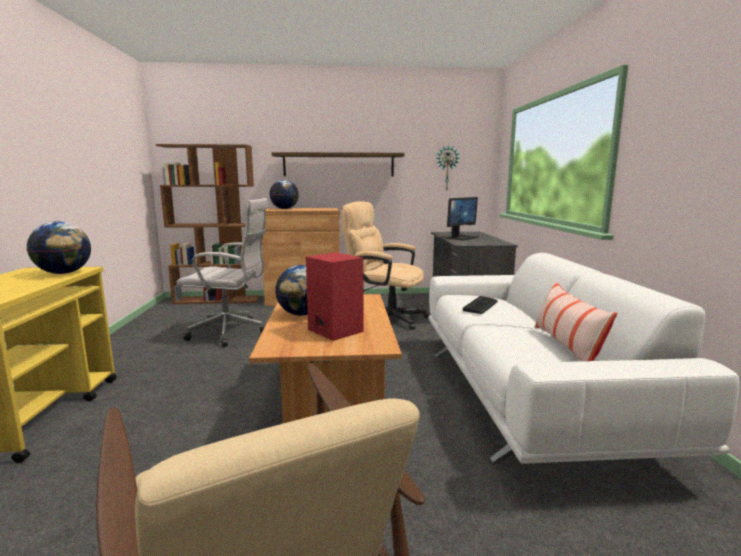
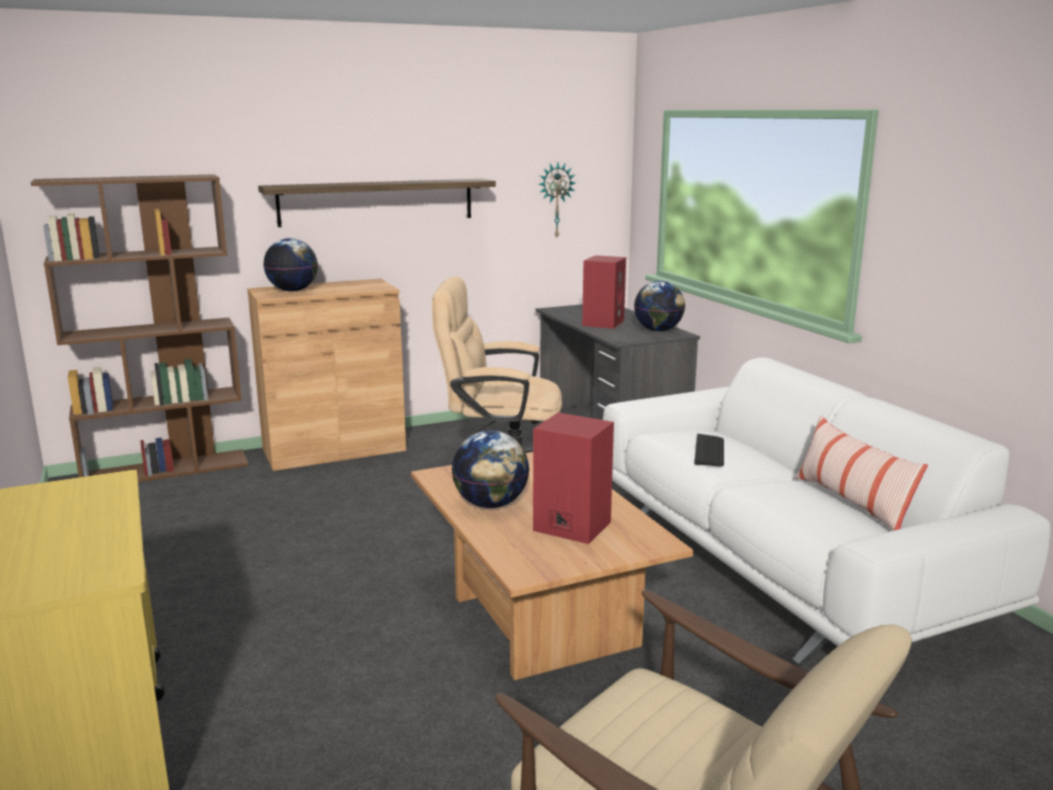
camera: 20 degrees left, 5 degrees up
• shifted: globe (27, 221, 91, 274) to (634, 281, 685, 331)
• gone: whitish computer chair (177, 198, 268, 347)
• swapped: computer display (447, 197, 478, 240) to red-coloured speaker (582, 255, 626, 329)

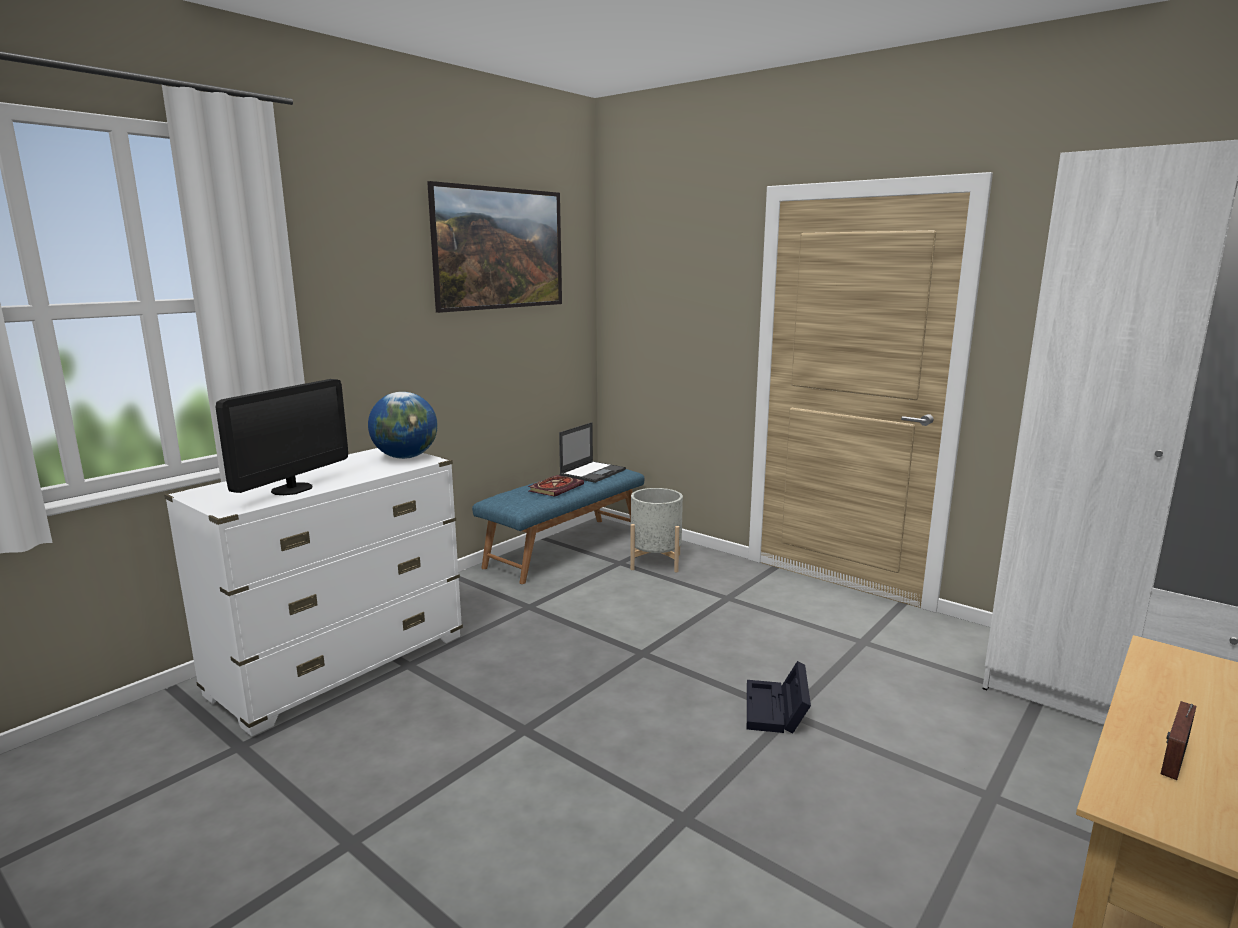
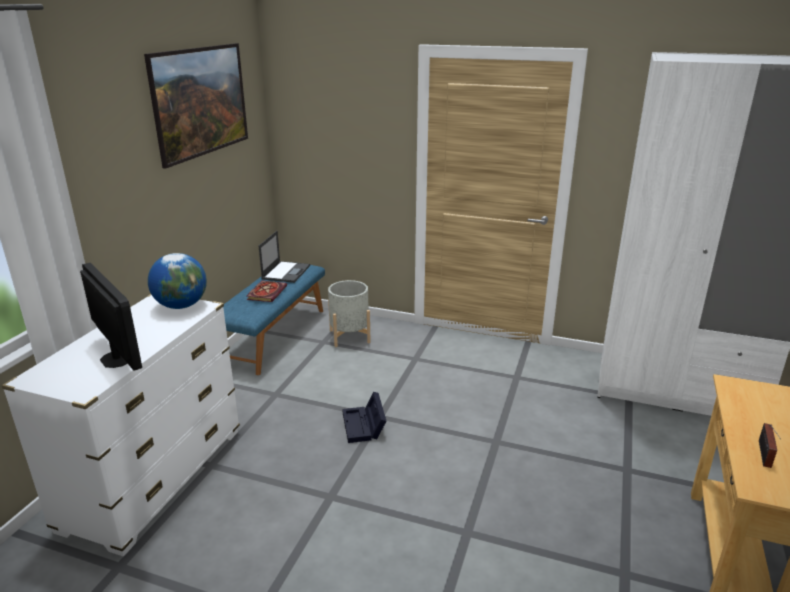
camera: 20 degrees left, 10 degrees up
• rotated: computer display (215, 379, 348, 495) = (80, 263, 142, 371) 45 degrees counterclockwise
• shifted: black storage box (747, 661, 811, 734) to (342, 392, 386, 443)

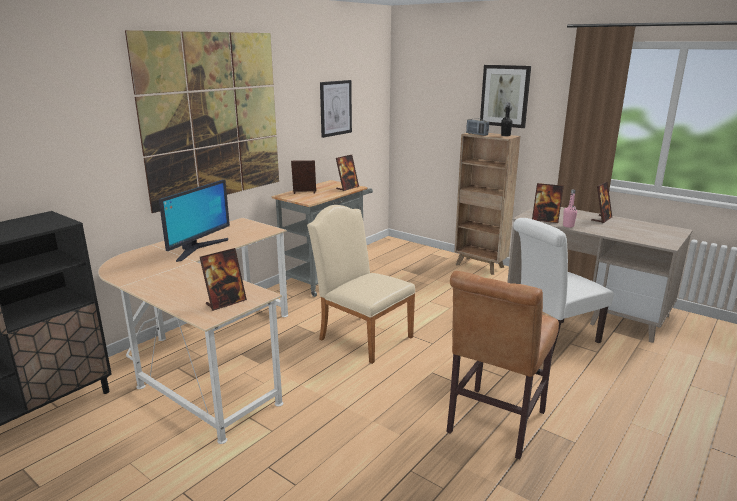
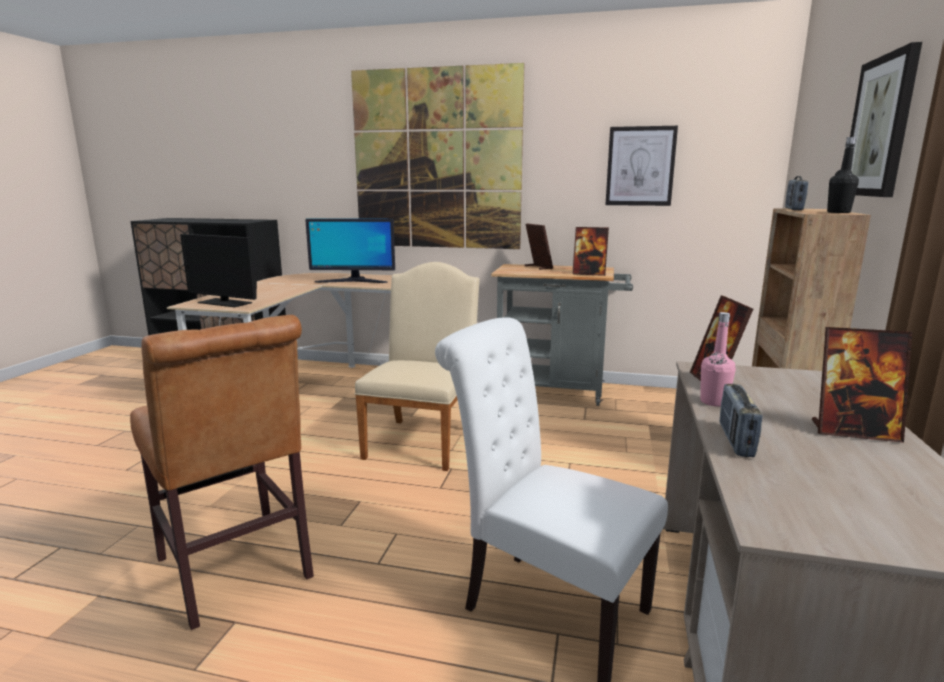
camera: 65 degrees right, 5 degrees down
• swapped: picture frame (200, 248, 247, 311) to computer display (180, 234, 257, 307)
• rotated: brown-coloured chair (447, 271, 559, 459) = (130, 315, 314, 630) 135 degrees counterclockwise
• new: radio set (720, 384, 762, 457)

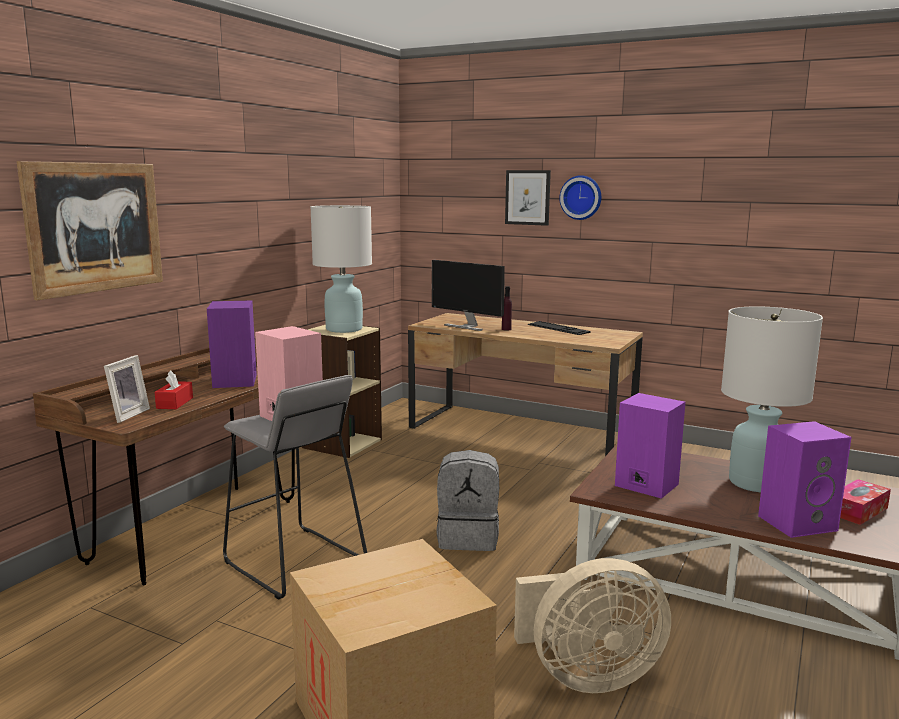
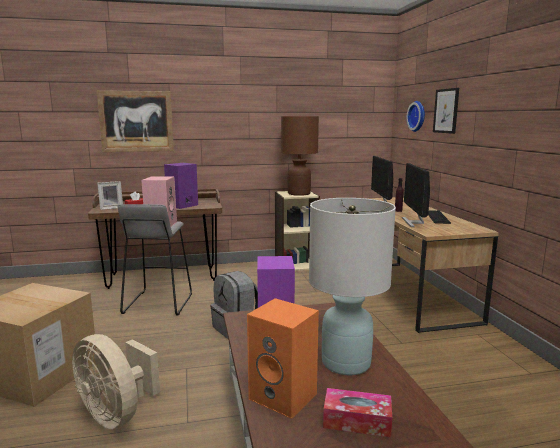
camera: 50 degrees right, 0 degrees up
• repainted: whitish tabletop lamp (310, 205, 372, 333) to brown-coloured tabletop lamp (281, 116, 319, 196)
• shifted: wall clock (559, 175, 601, 220) to (406, 101, 425, 132)
• repainted: purple speaker (758, 421, 851, 538) to orange speaker (247, 298, 319, 419)
• new: computer display (402, 163, 430, 227)

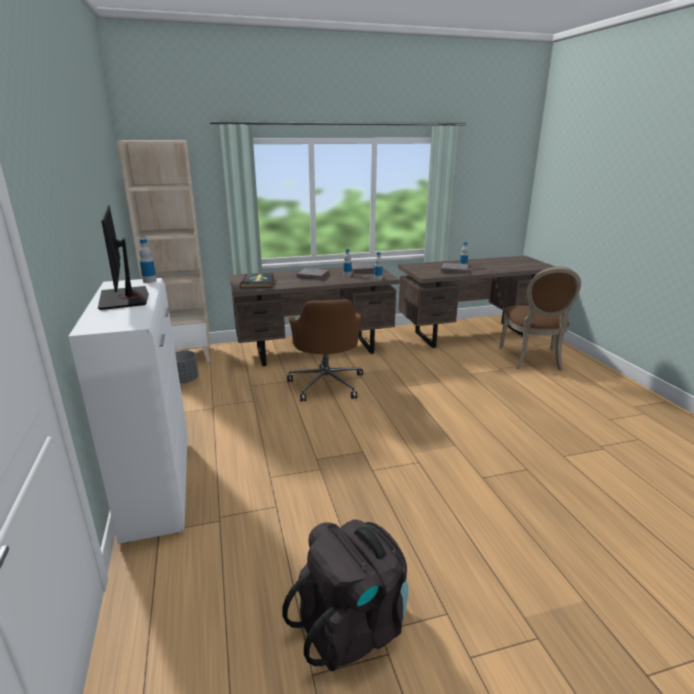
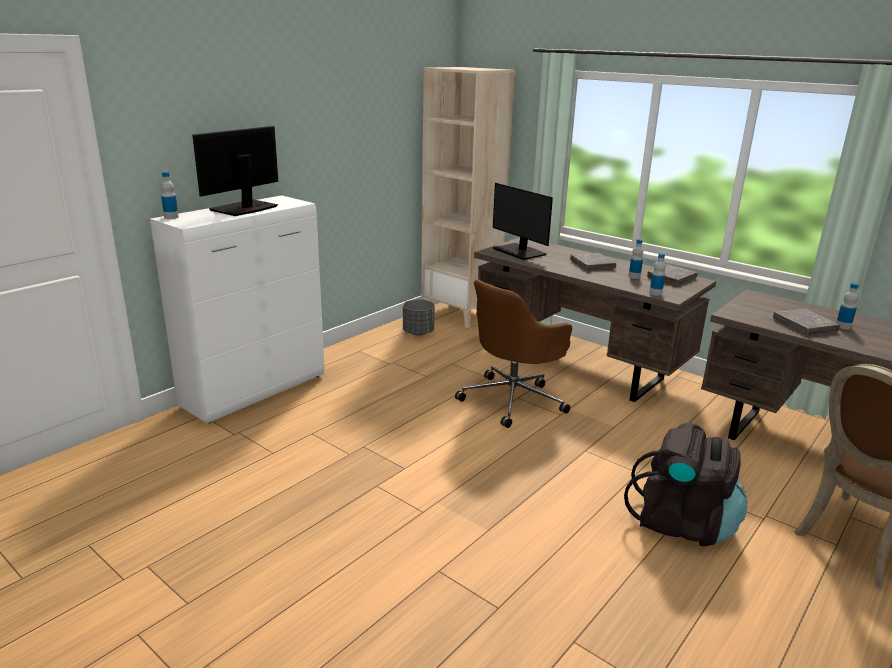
camera: 55 degrees right, 0 degrees up
• shifted: drink bottle (139, 238, 157, 283) to (161, 172, 179, 219)
• swapped: bound book (240, 273, 274, 288) to computer display (493, 183, 553, 260)
• shifted: black backpack (282, 519, 408, 671) to (624, 423, 748, 546)

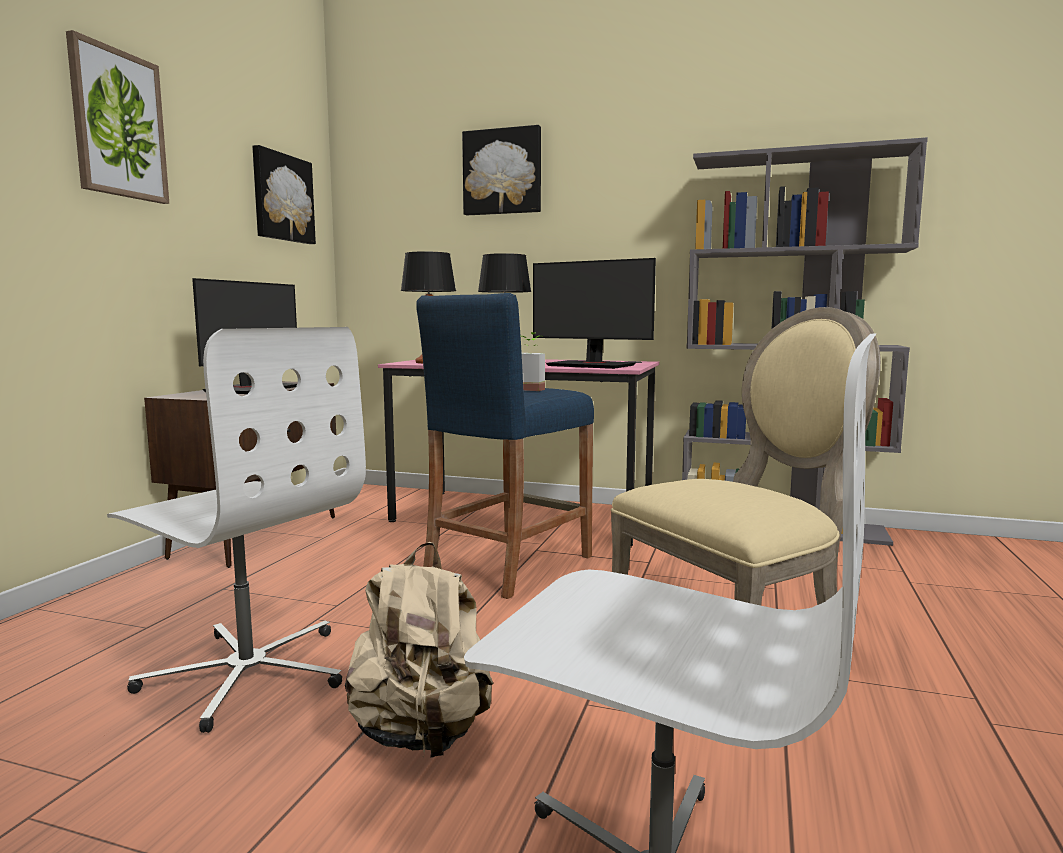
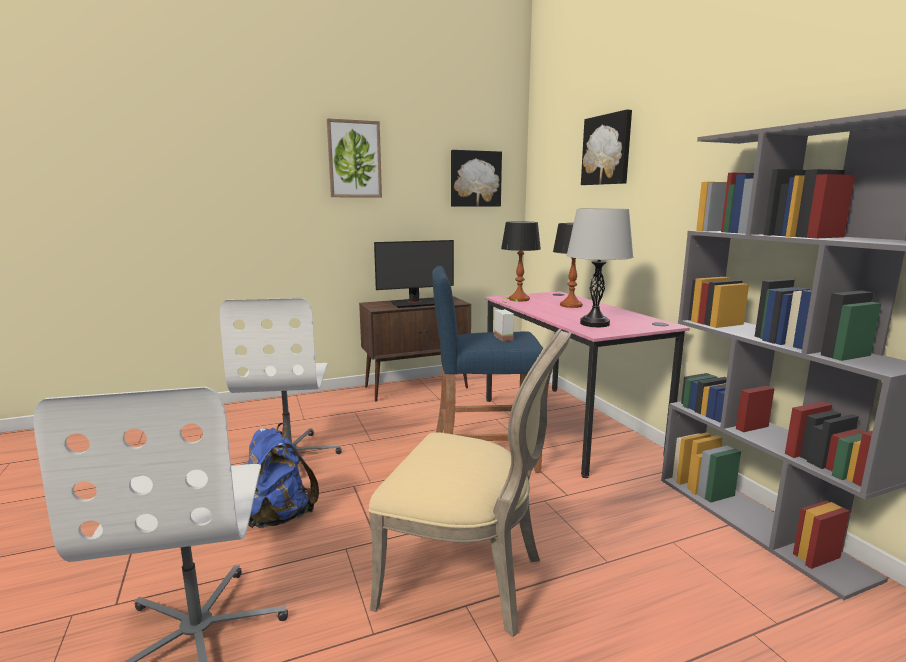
camera: 50 degrees right, 5 degrees up
• repainted: beige backpack (345, 542, 493, 758) to blue backpack (248, 423, 319, 528)
• swapped: computer display (533, 258, 656, 369) to greyish tabletop lamp (566, 208, 633, 327)

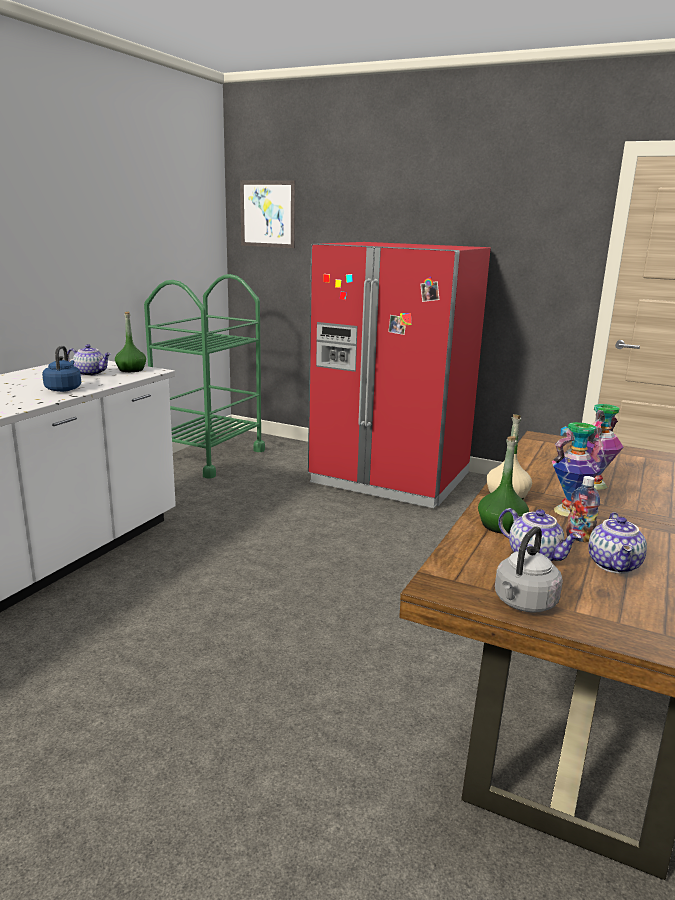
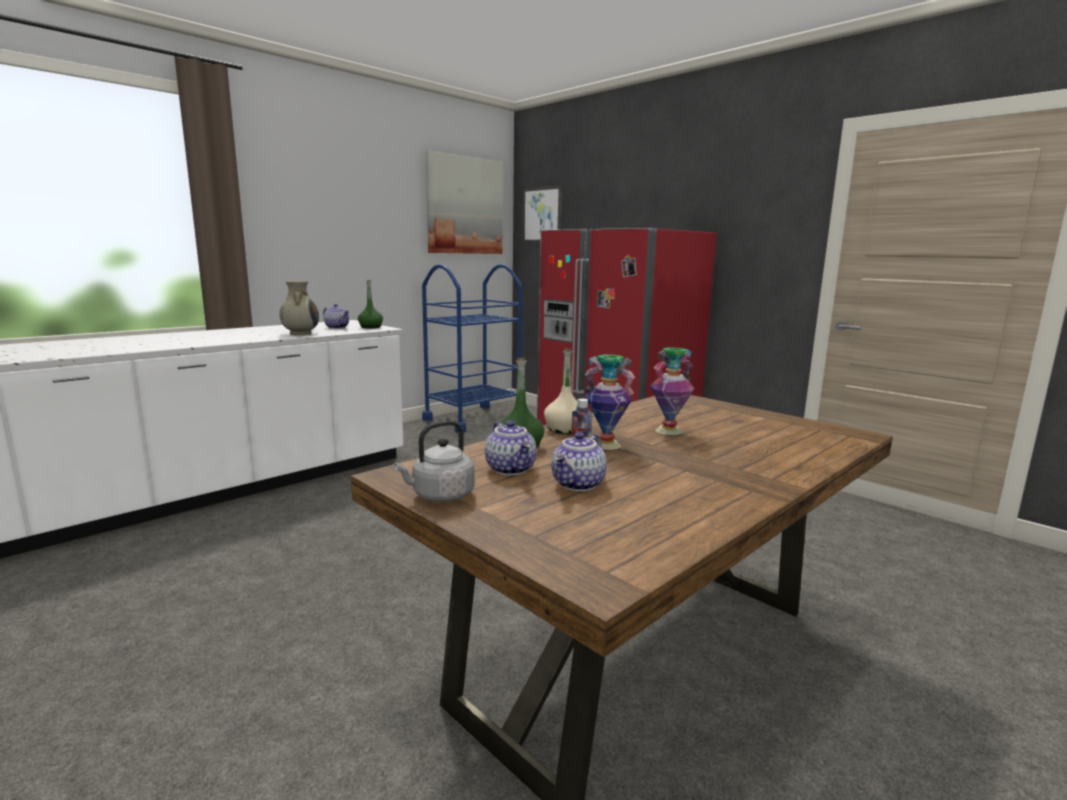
camera: 20 degrees right, 5 degrees down
• swapped: blue water kettle (42, 346, 81, 392) to beige flower vase (279, 281, 319, 335)
• repainted: green cart (144, 274, 265, 479) to blue cart (422, 264, 522, 433)
• new: picture (426, 151, 503, 254)

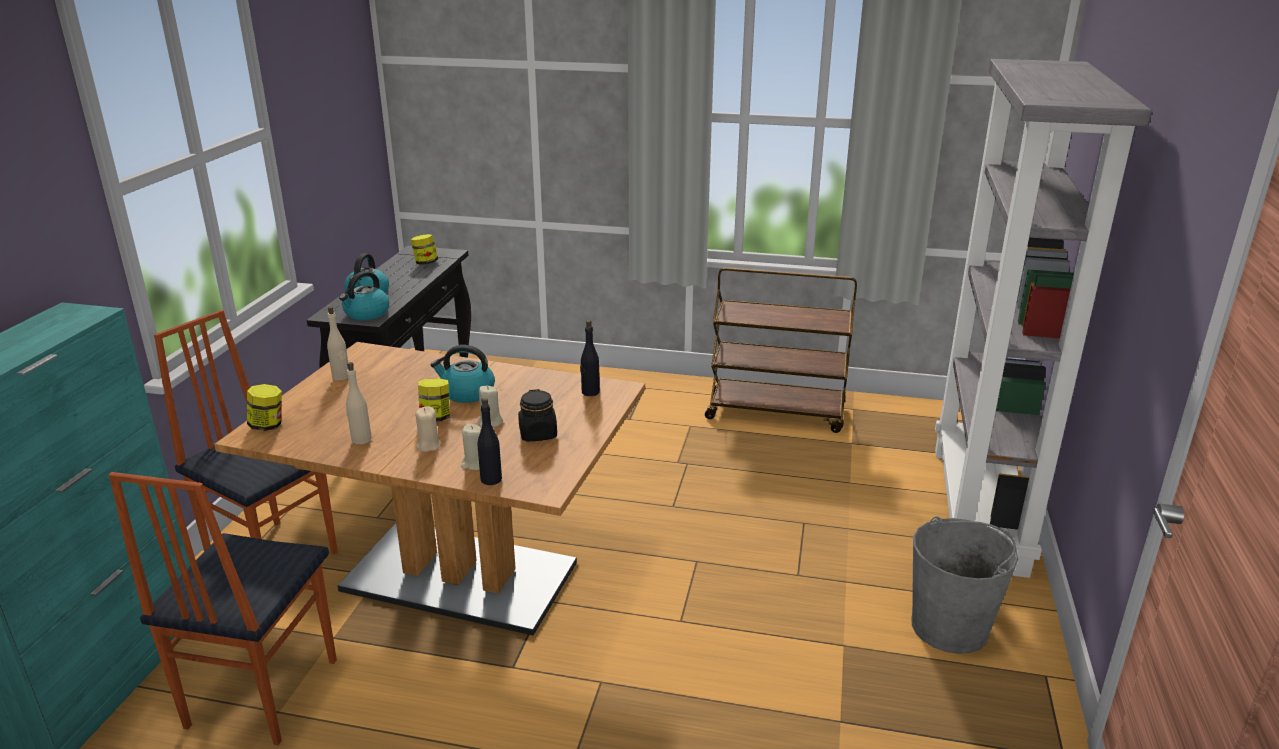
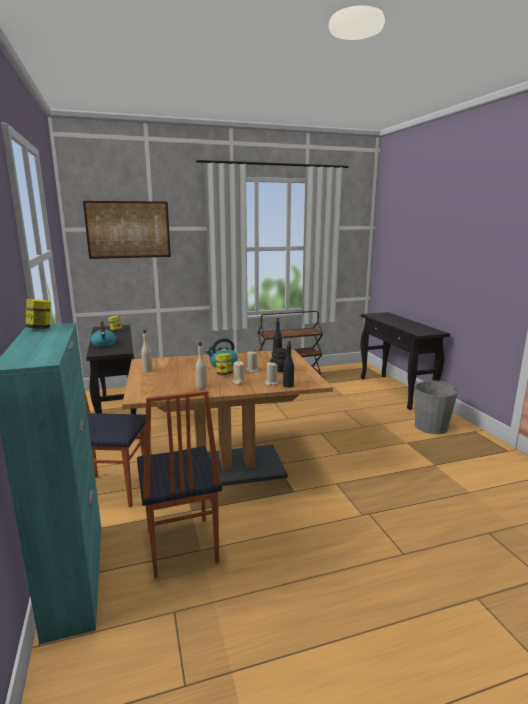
camera: 30 degrees left, 10 degrees down
• shifted: preserve jar (247, 384, 282, 431) to (26, 299, 51, 329)
• gone: water kettle (339, 271, 389, 320)
• swapped: greyish shelving unit (935, 59, 1152, 578) to black hall table (361, 312, 450, 410)
• new: picture (83, 201, 171, 259)

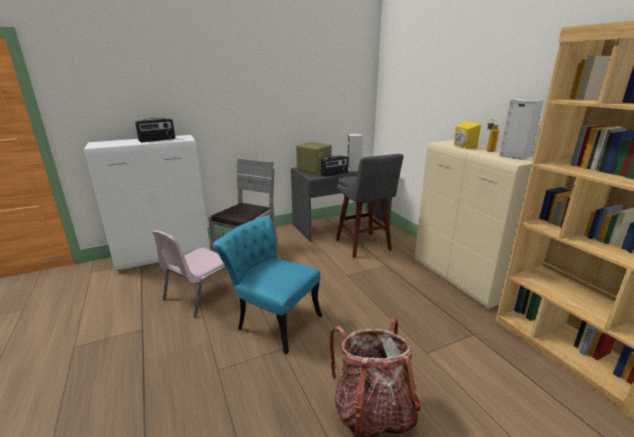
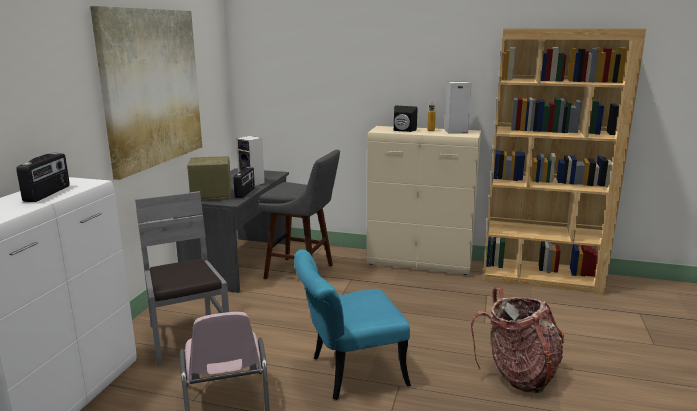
camera: 50 degrees left, 5 degrees down
• repainted: yellowish speaker (454, 121, 481, 149) to black speaker (394, 105, 418, 132)
• new: picture (90, 6, 202, 180)

